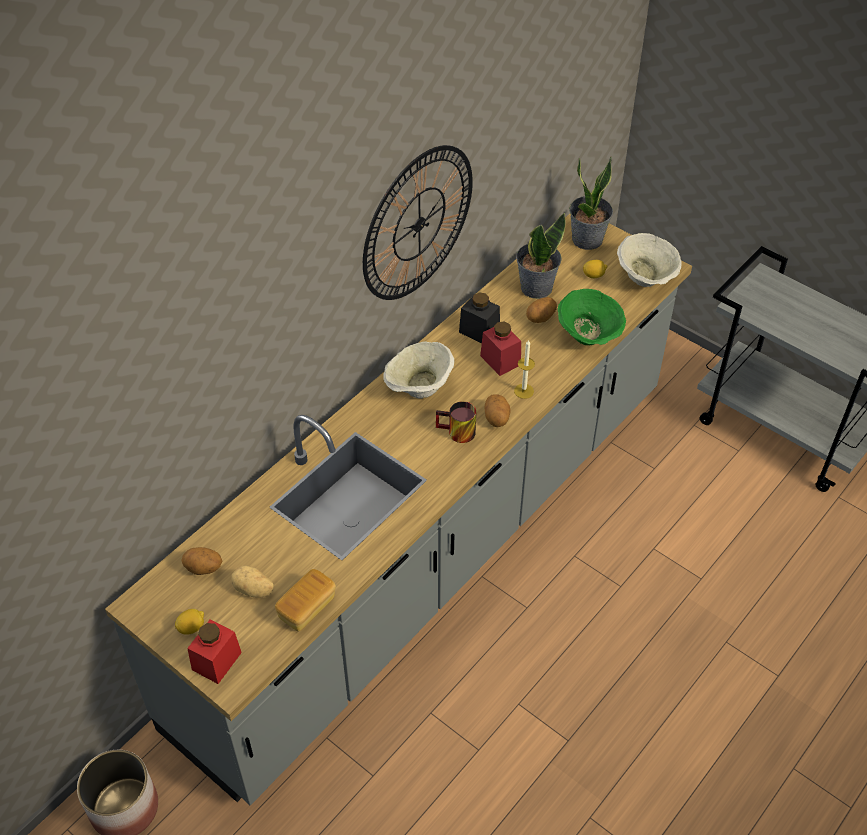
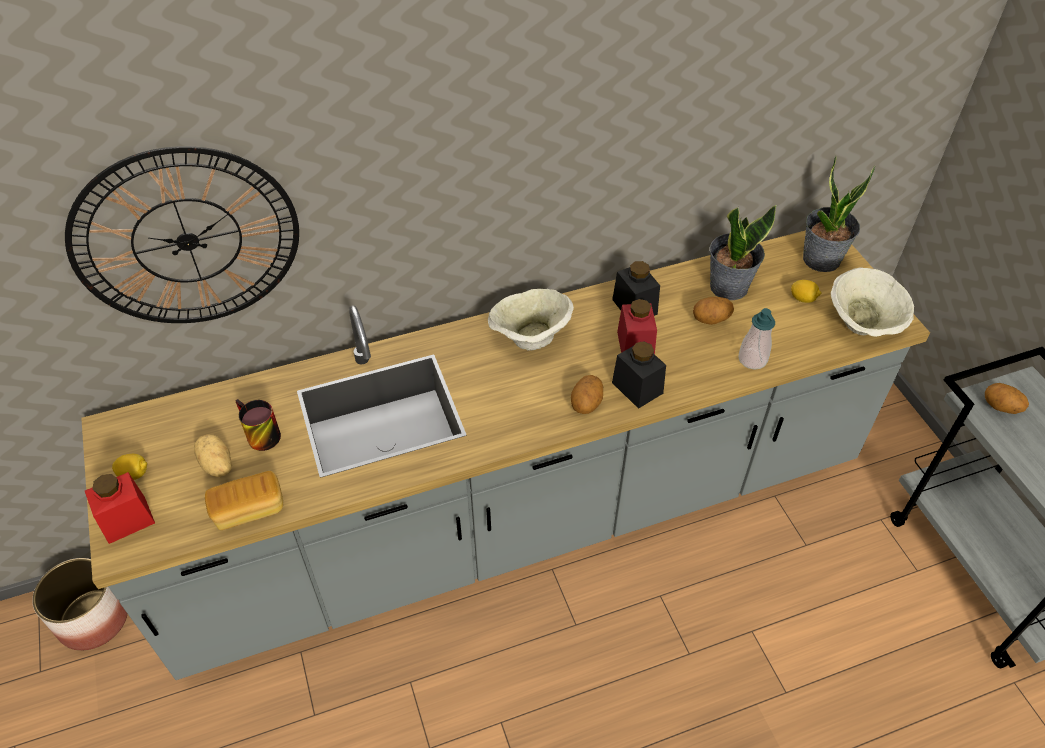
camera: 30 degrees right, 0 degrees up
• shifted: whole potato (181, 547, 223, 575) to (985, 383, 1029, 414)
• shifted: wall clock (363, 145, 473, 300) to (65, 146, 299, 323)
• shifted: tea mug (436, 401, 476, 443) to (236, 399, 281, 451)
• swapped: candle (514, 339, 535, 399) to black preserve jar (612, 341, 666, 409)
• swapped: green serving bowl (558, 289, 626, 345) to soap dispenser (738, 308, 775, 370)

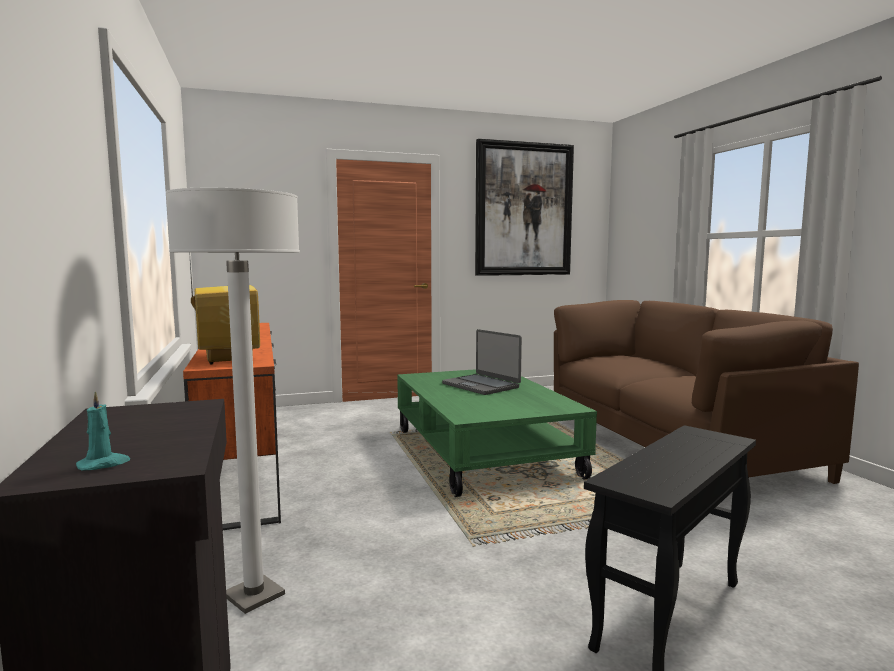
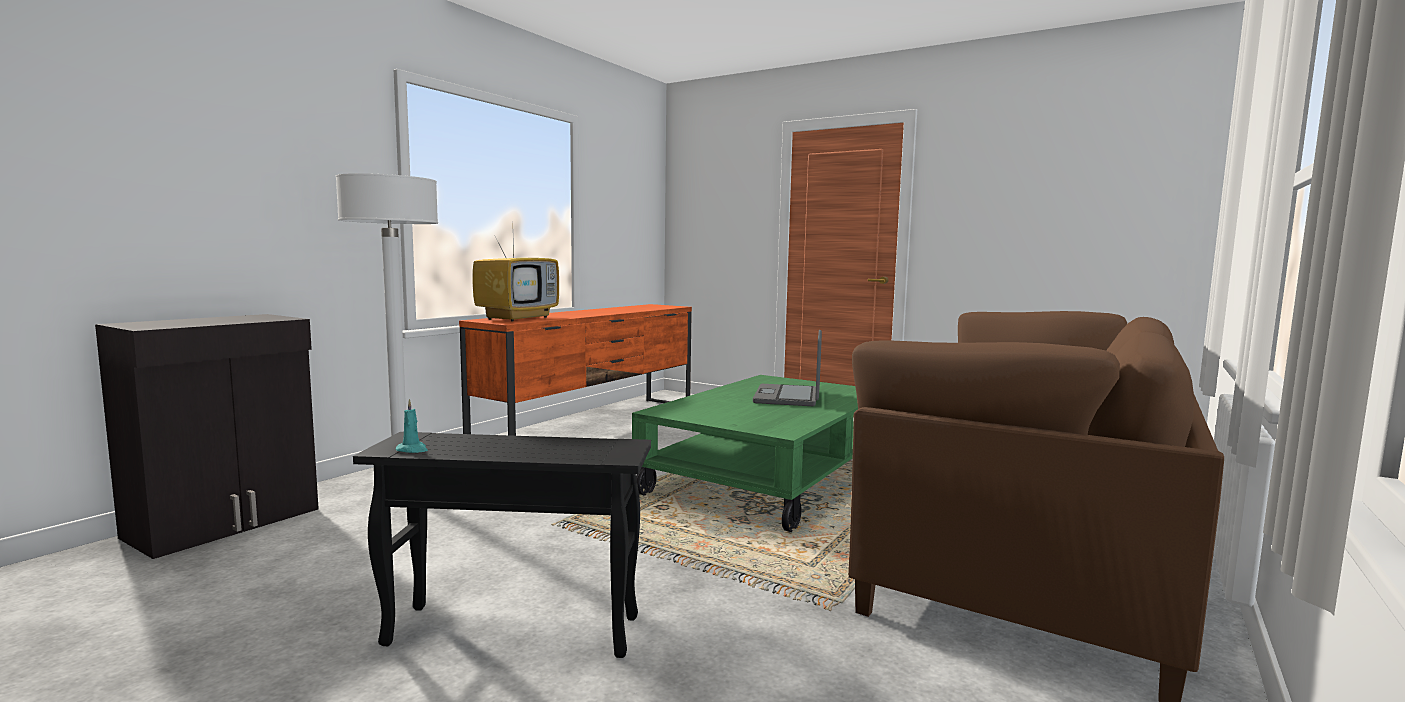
camera: 50 degrees right, 0 degrees up
• shifted: blue-green candle (76, 391, 130, 470) to (396, 399, 428, 453)
• gone: picture (475, 139, 574, 276)

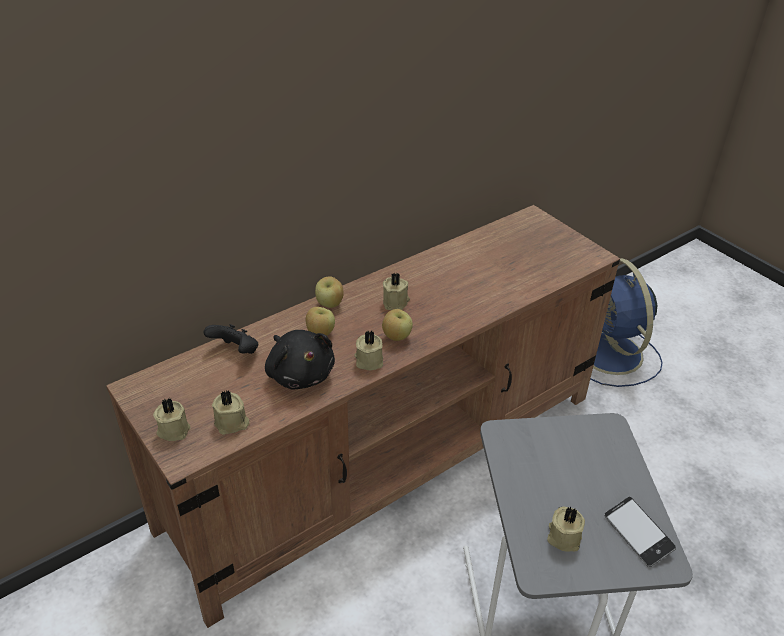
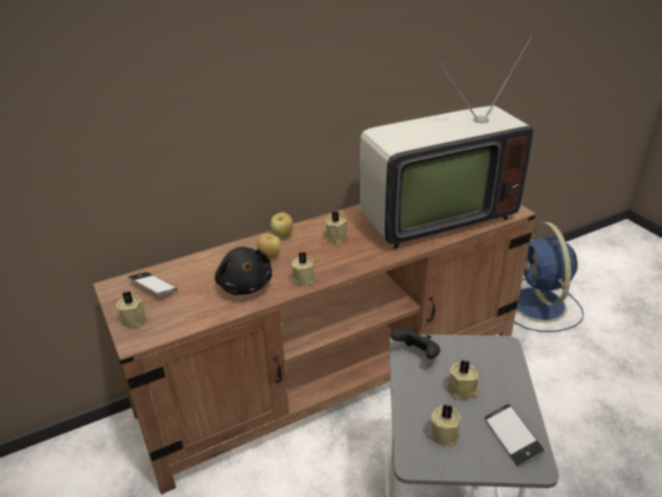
camera: 10 degrees right, 5 degrees down
• shifted: black gamepad (204, 324, 258, 354) to (391, 329, 440, 359)
• shifted: beige candle (212, 390, 249, 435) to (446, 360, 479, 400)
• gone: whole apple (382, 309, 413, 341)
• new: handset (128, 272, 178, 296)
• new: TV set (360, 35, 533, 249)

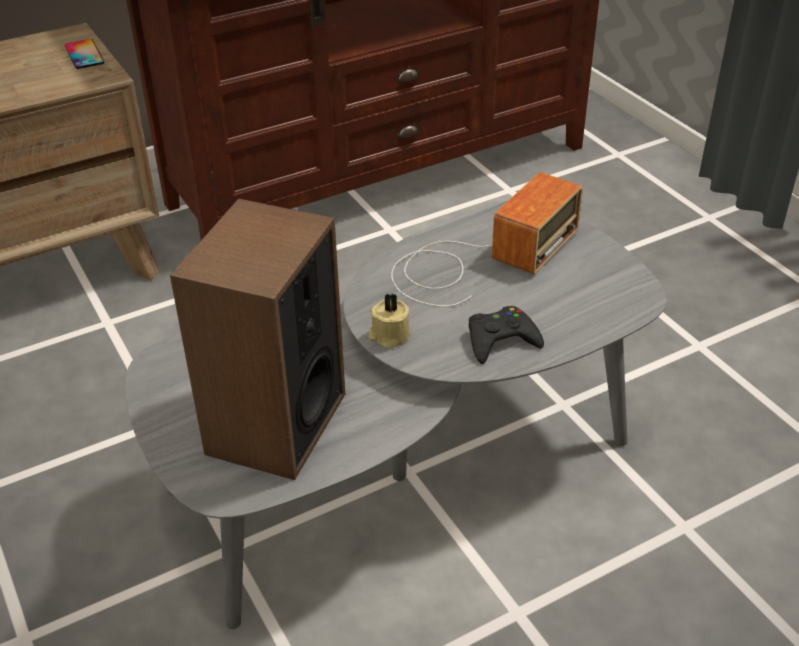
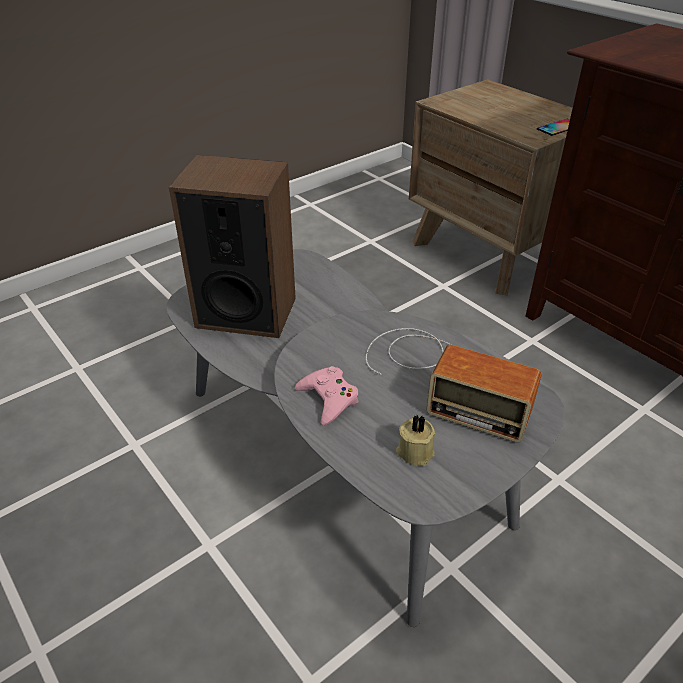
camera: 80 degrees right, 0 degrees up
• shifted: beige candle (368, 293, 411, 349) to (396, 415, 435, 466)
• repainted: black gamepad (469, 306, 544, 364) to pink gamepad (295, 366, 359, 426)

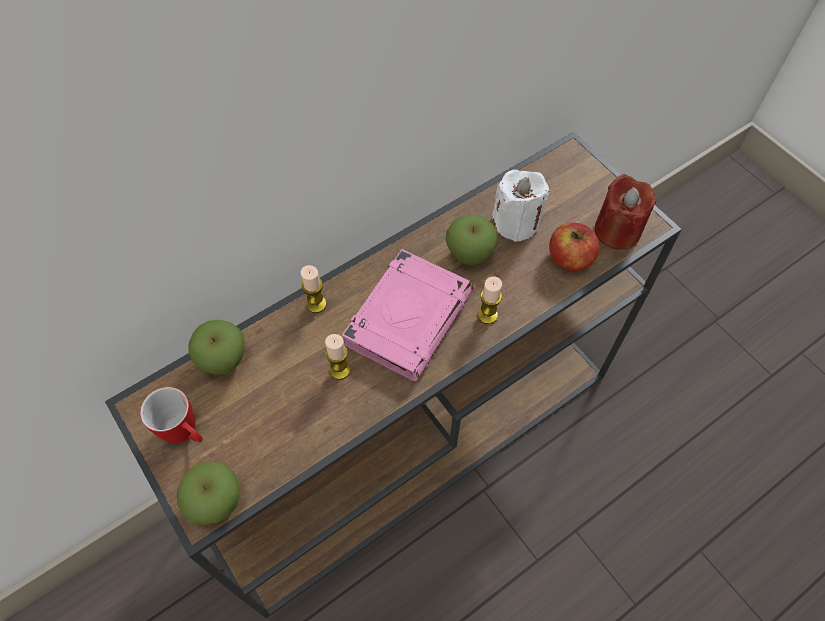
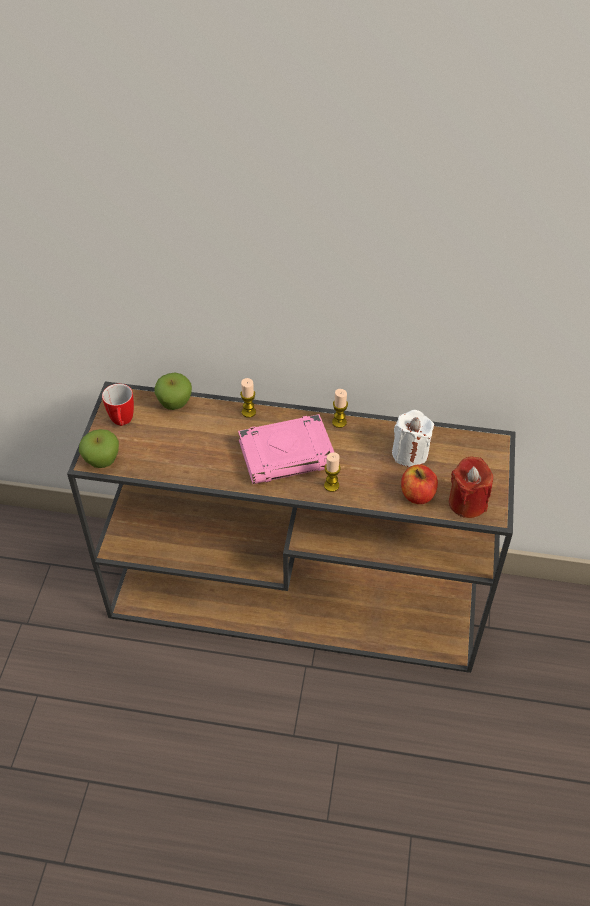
camera: 45 degrees right, 10 degrees down
• shifted: candle (325, 334, 351, 380) to (332, 389, 348, 428)
• gone: whole apple (446, 215, 499, 265)

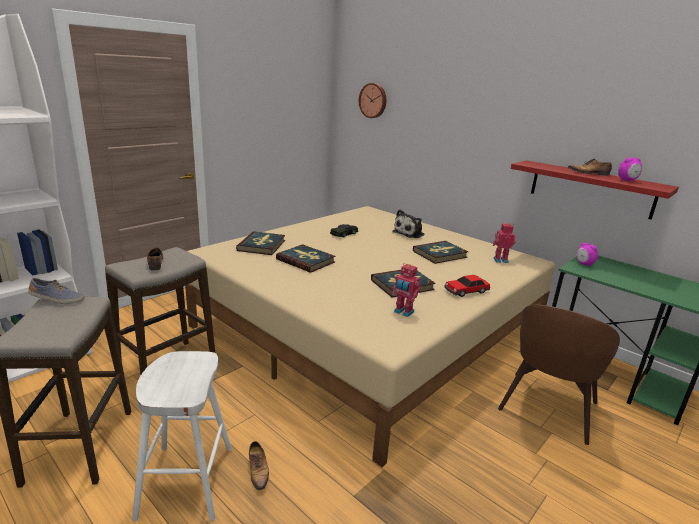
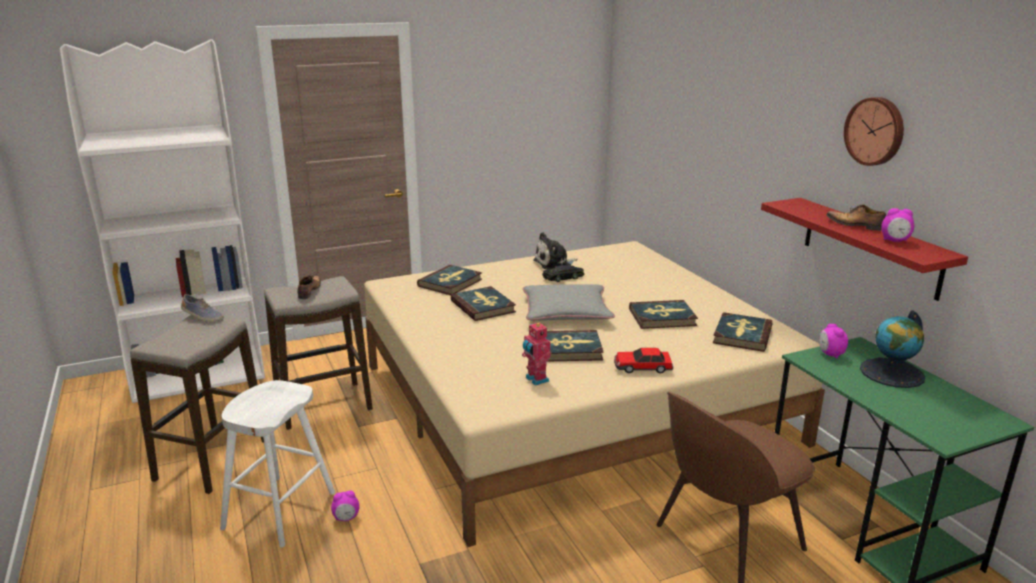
camera: 25 degrees right, 0 degrees up
• swapped: low shoe (249, 441, 269, 490) to table clock (331, 490, 360, 521)
• shifted: wall clock (359, 83, 386, 118) to (844, 97, 904, 166)
• shifted: cuddly toy (392, 209, 425, 238) to (533, 232, 578, 269)
• swapped: robot figure (493, 223, 516, 263) to bound book (713, 312, 772, 352)
• new: greyish cushion (523, 284, 615, 320)
• new: globe (860, 311, 925, 388)

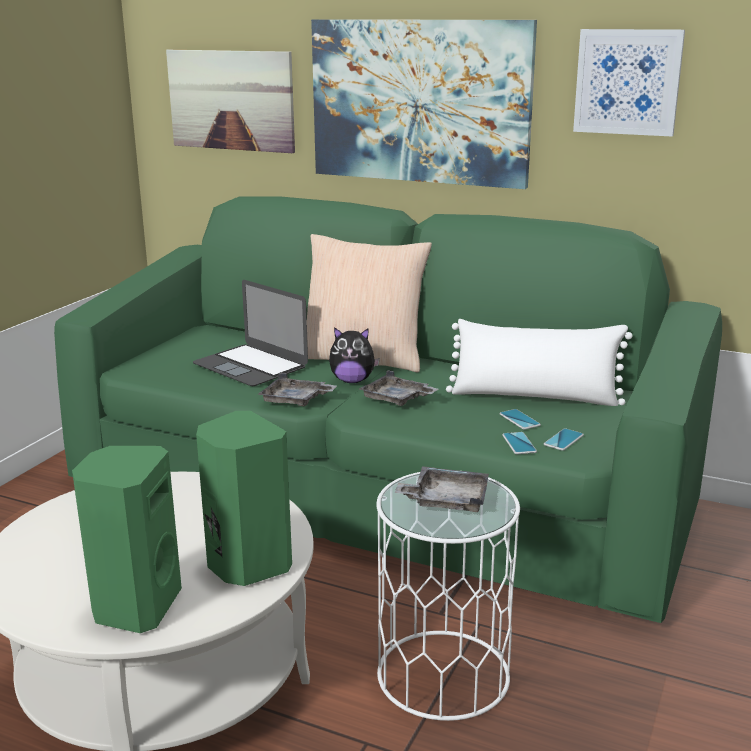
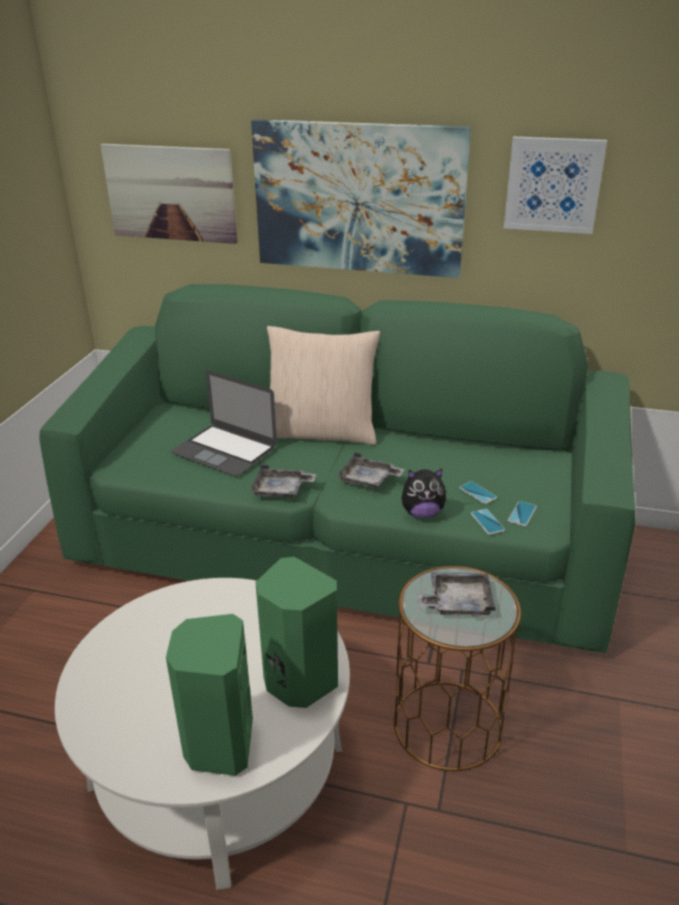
camera: 10 degrees left, 10 degrees up
• shifted: cuddly toy (329, 327, 380, 383) to (401, 468, 447, 518)
• repainted: whitish end table (376, 472, 520, 721) to brown-coloured end table (394, 566, 521, 771)
• gone: whitish cushion (446, 319, 632, 406)

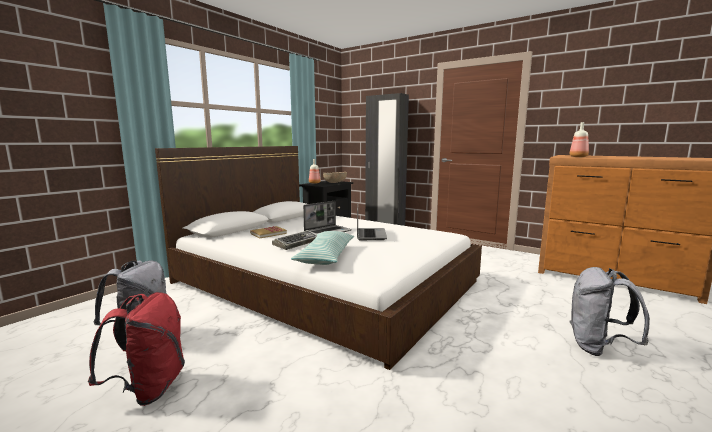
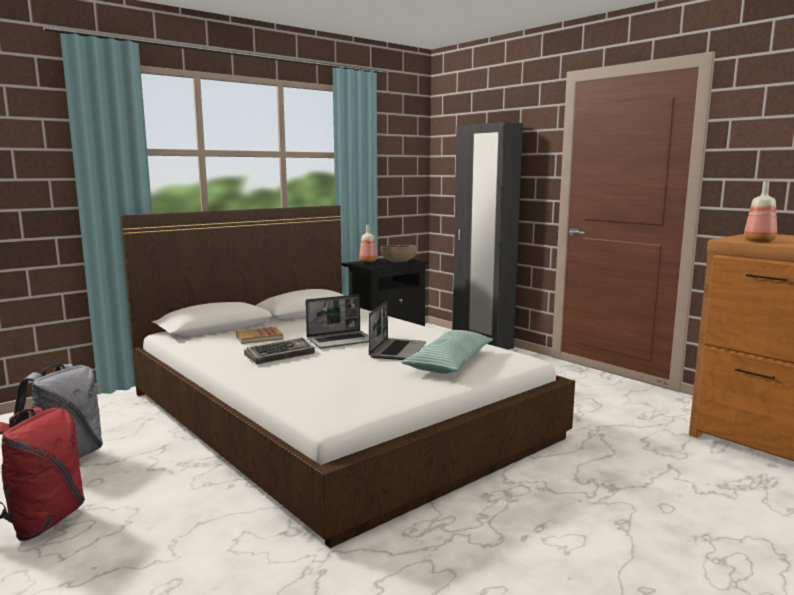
camera: 15 degrees right, 0 degrees up
• shifted: cushion (291, 231, 354, 265) to (401, 330, 493, 374)
• gone: greyish backpack (569, 267, 650, 356)

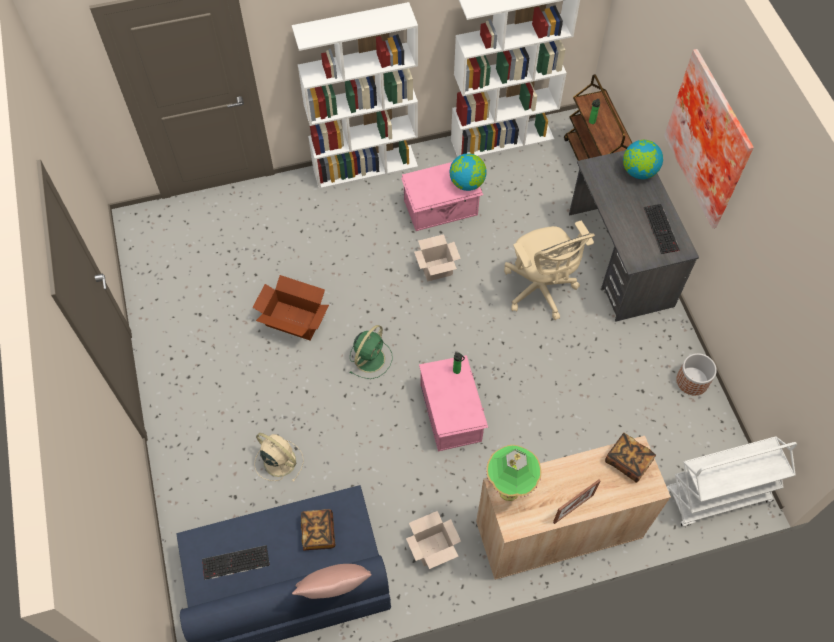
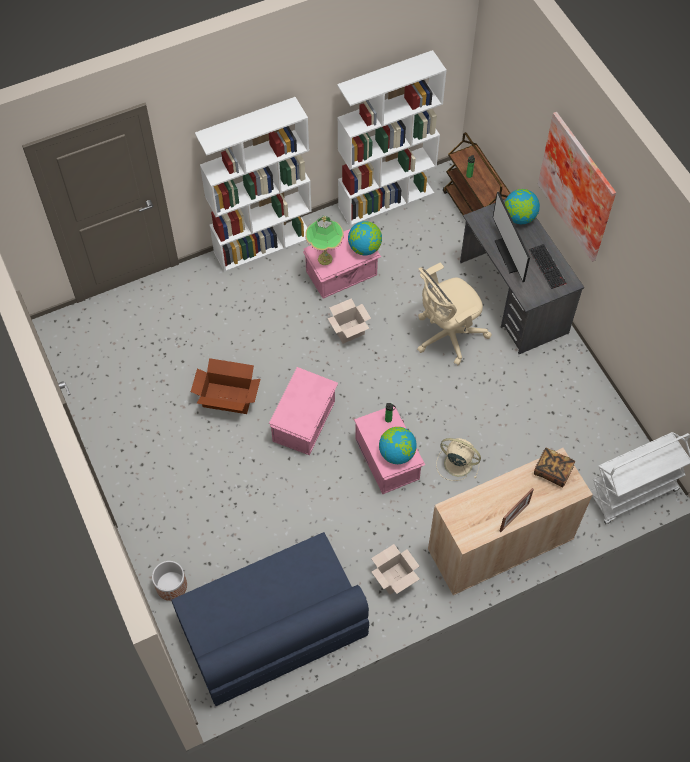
camera: 10 degrees left, 0 degrees up
• gone: keyboard (202, 545, 270, 580)
• shifted: beige cooling fan (254, 433, 304, 482) to (436, 438, 481, 481)
• gone: pink cushion (292, 564, 372, 599)
• gone: bound book (301, 509, 336, 551)
• swapped: green cooling fan (350, 325, 393, 379) to pink storage box (269, 367, 338, 455)
• shifted: tabletop lamp (486, 445, 542, 501) to (305, 216, 344, 265)
• rotated: beige computer chair (504, 221, 595, 320) = (417, 263, 492, 365) 90 degrees clockwise
• shifted: planter (676, 353, 717, 395) to (152, 561, 187, 601)
• new: globe (379, 427, 417, 464)
• new: computer display (493, 192, 530, 282)

